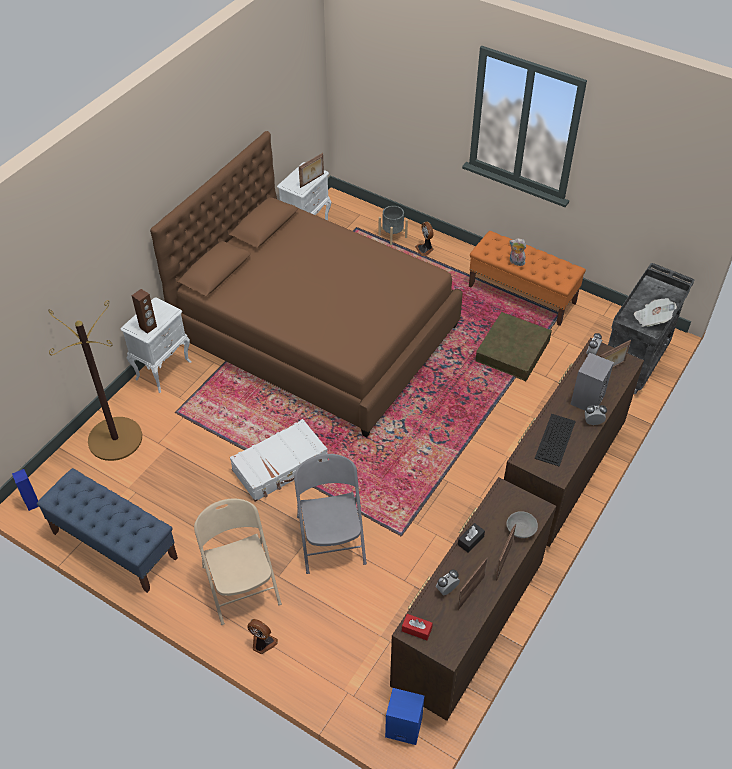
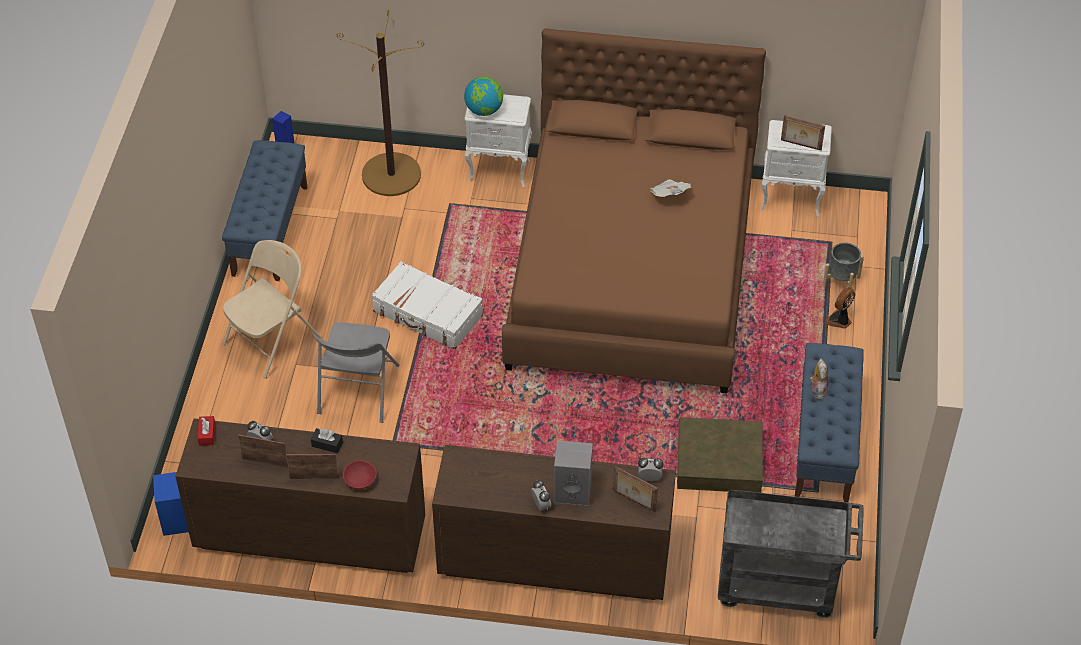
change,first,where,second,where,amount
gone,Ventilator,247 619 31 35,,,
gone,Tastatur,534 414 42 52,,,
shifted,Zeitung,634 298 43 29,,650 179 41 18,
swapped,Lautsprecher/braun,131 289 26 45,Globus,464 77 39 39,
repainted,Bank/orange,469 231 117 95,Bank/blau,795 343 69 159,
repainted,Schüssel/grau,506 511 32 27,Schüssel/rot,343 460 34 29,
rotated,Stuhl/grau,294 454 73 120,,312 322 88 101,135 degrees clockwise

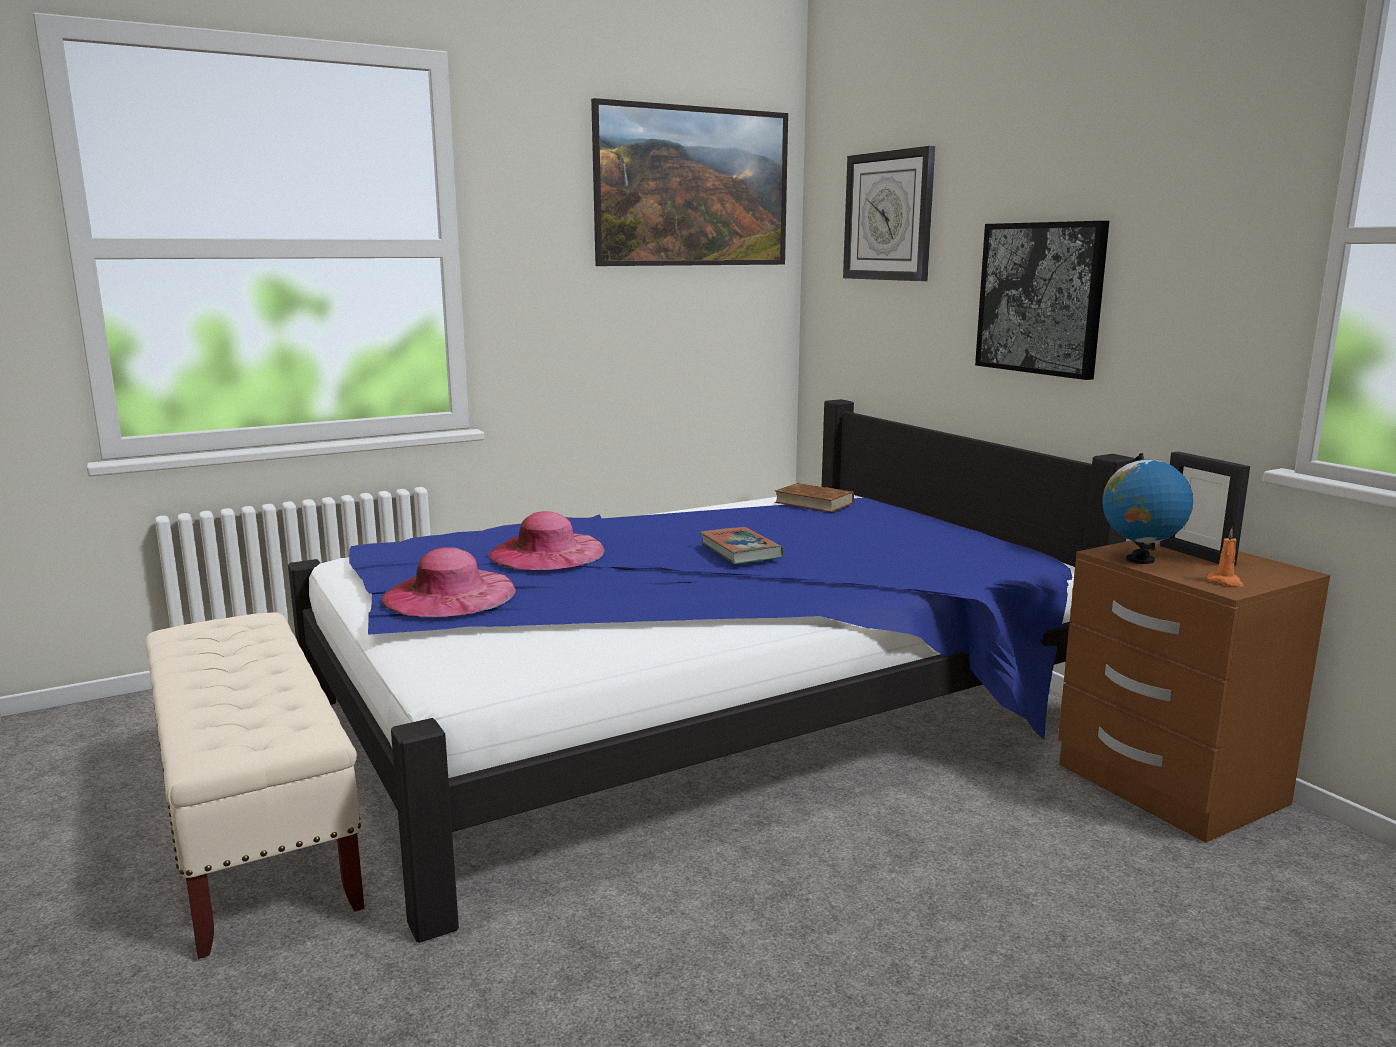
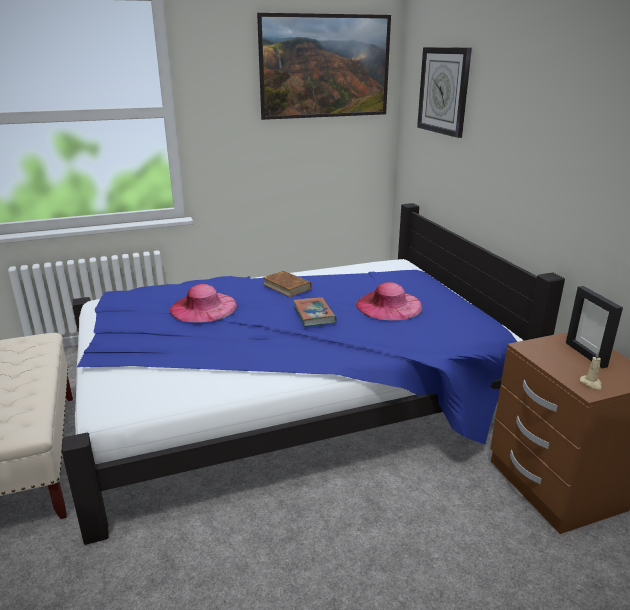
change,first,where,second,where,amount
gone,Bild,975 221 134 159,,,
gone,Globus,1103 453 90 111,,,
shifted,Hut/rosa,381 547 135 70,,356 282 66 39,
shifted,Buch/braun,774 483 80 29,,263 271 48 26,
repainted,Kerze/orange,1207 528 37 59,Kerze/beige,580 351 22 38,

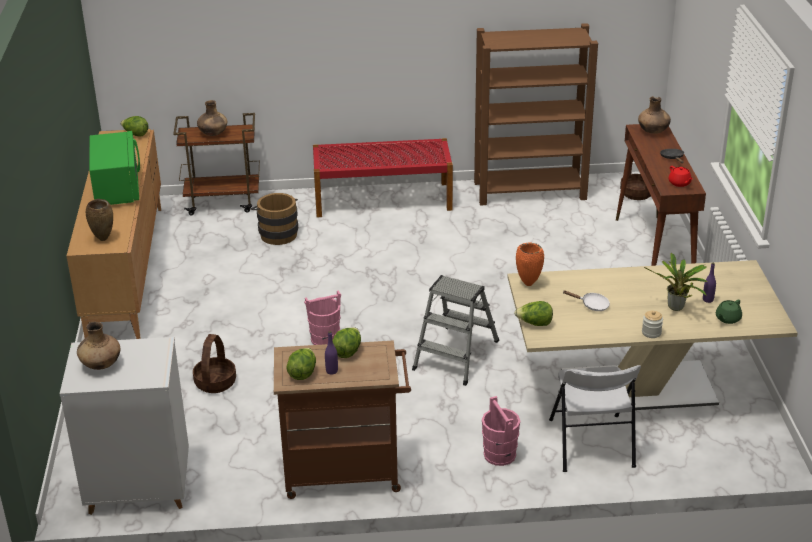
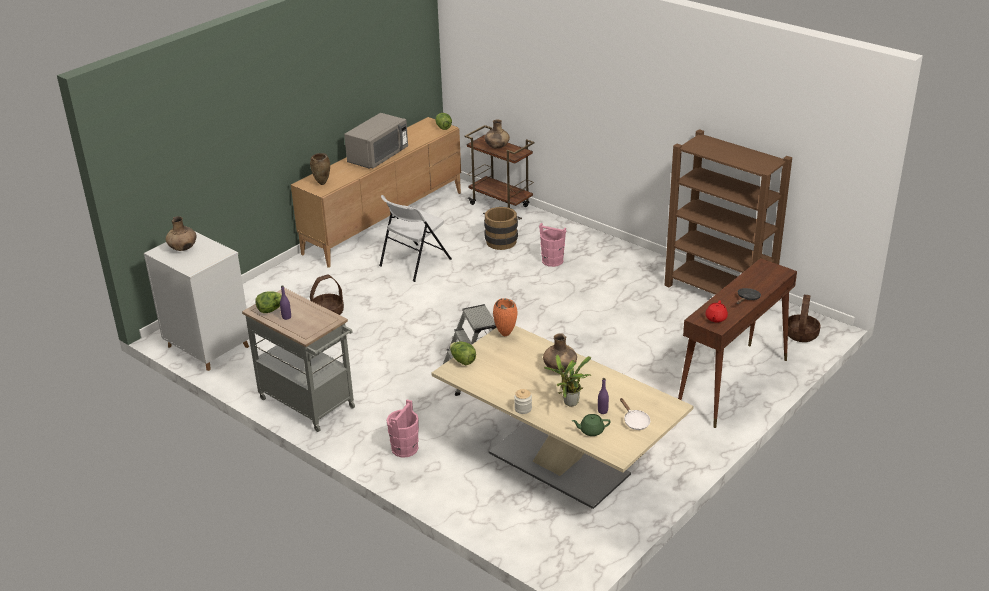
change,first,where,second,where,amount
gone,Bank/rot,313 138 140 79,,,
gone,Salatkopf,332 327 29 31,,,
shifted,Eimer/rosa,304 290 37 55,,539 223 27 44,
shifted,Stuhl/weiß,549 365 92 107,,379 195 73 87,
shifted,Pfanne/weiß,563 290 47 21,,620 398 30 32,
shifted,Vase/braun,638 96 33 38,,543 333 34 39,
repainted,Mikrowelle/grün,89 131 51 74,Mikrowelle/grau,344 113 64 56,
repainted,Rollwagen/braun,274 340 137 159,Rollwagen/grau,242 288 113 144,

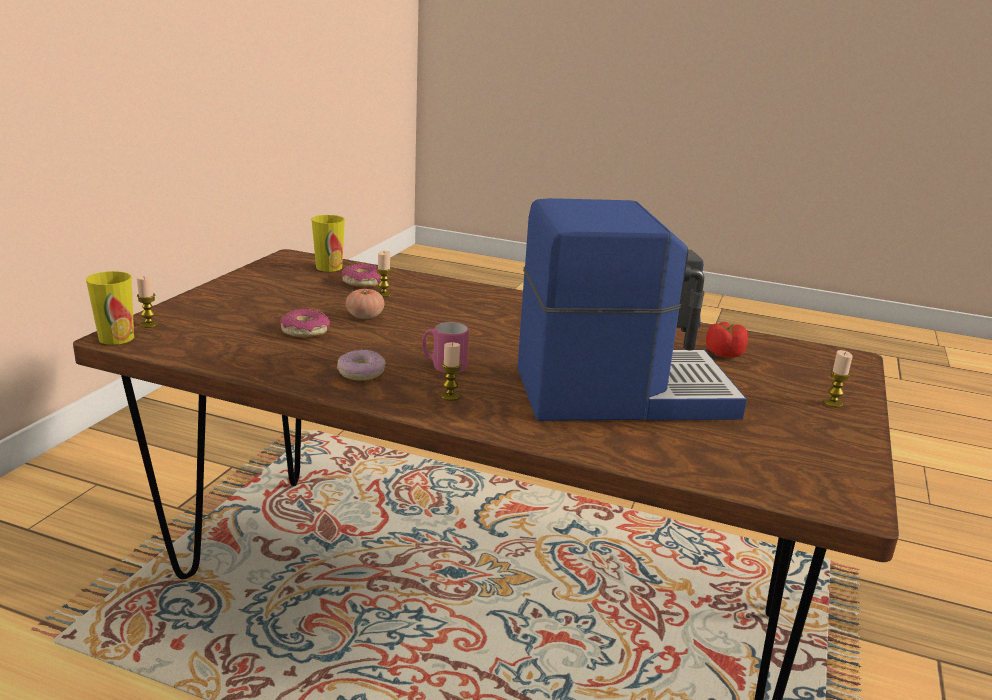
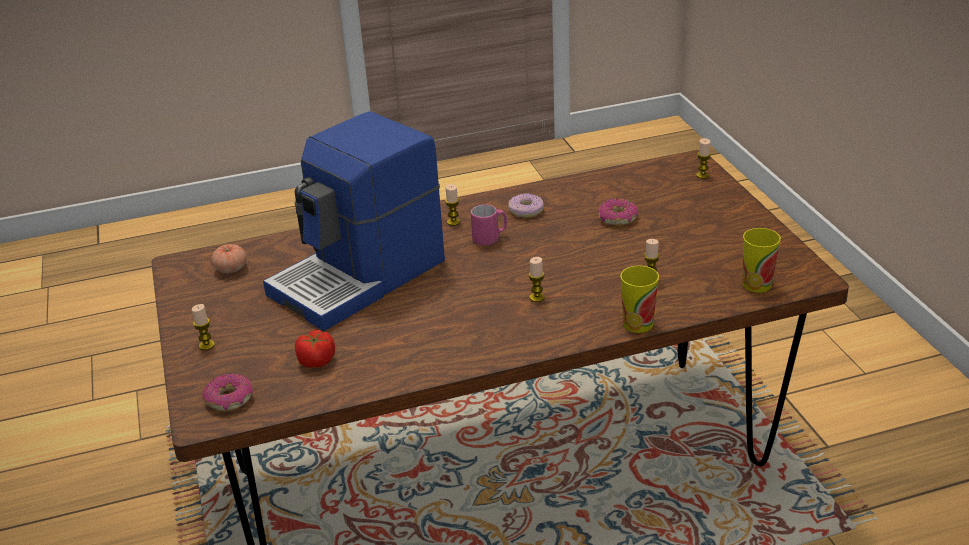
change,first,where,second,where,amount
new,,,Kerze,528 257 17 45,
shifted,Tasse,86 271 48 74,,620 265 39 68,
shifted,Donut,342 263 39 24,,202 373 51 38,
shifted,Tomate,346 289 38 30,,211 244 36 29,

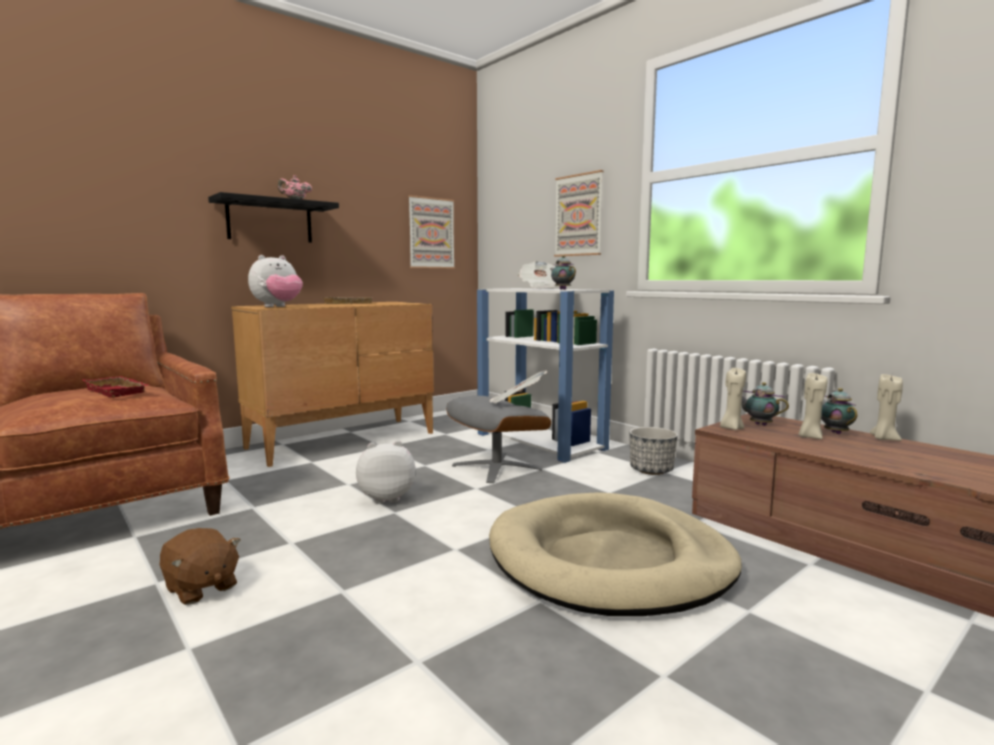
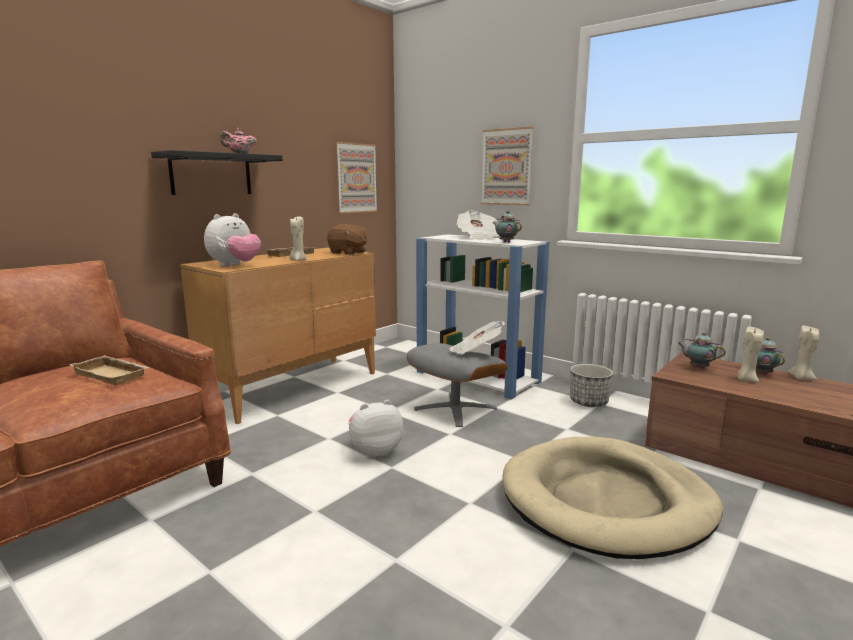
change,first,where,second,where,amount
shifted,Plüschtier/braun,159 528 82 77,,327 224 40 31,
shifted,Kerze/beige,720 368 26 62,,289 216 18 45,
repainted,Tablett/rot,83 376 65 22,Tablett/beige,69 355 81 30,

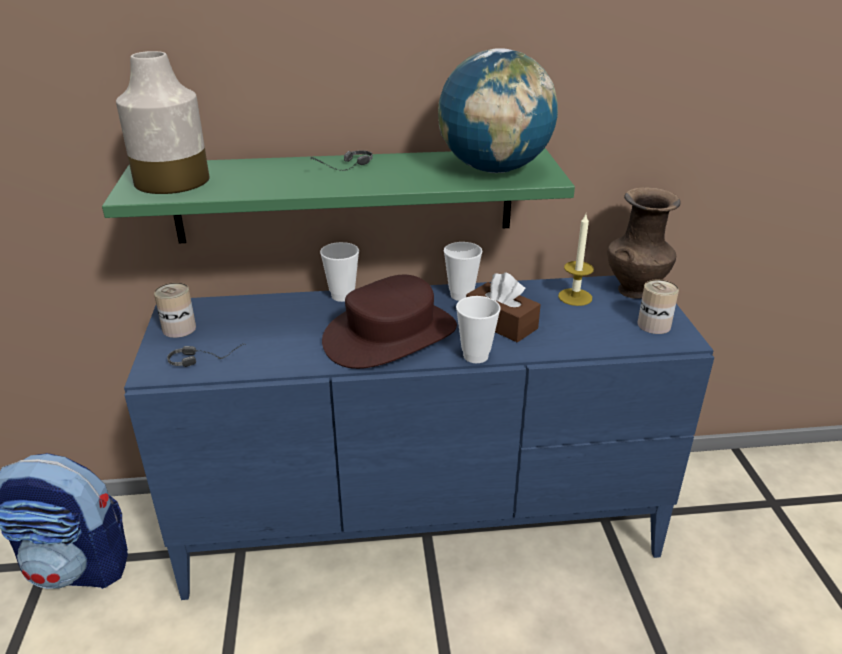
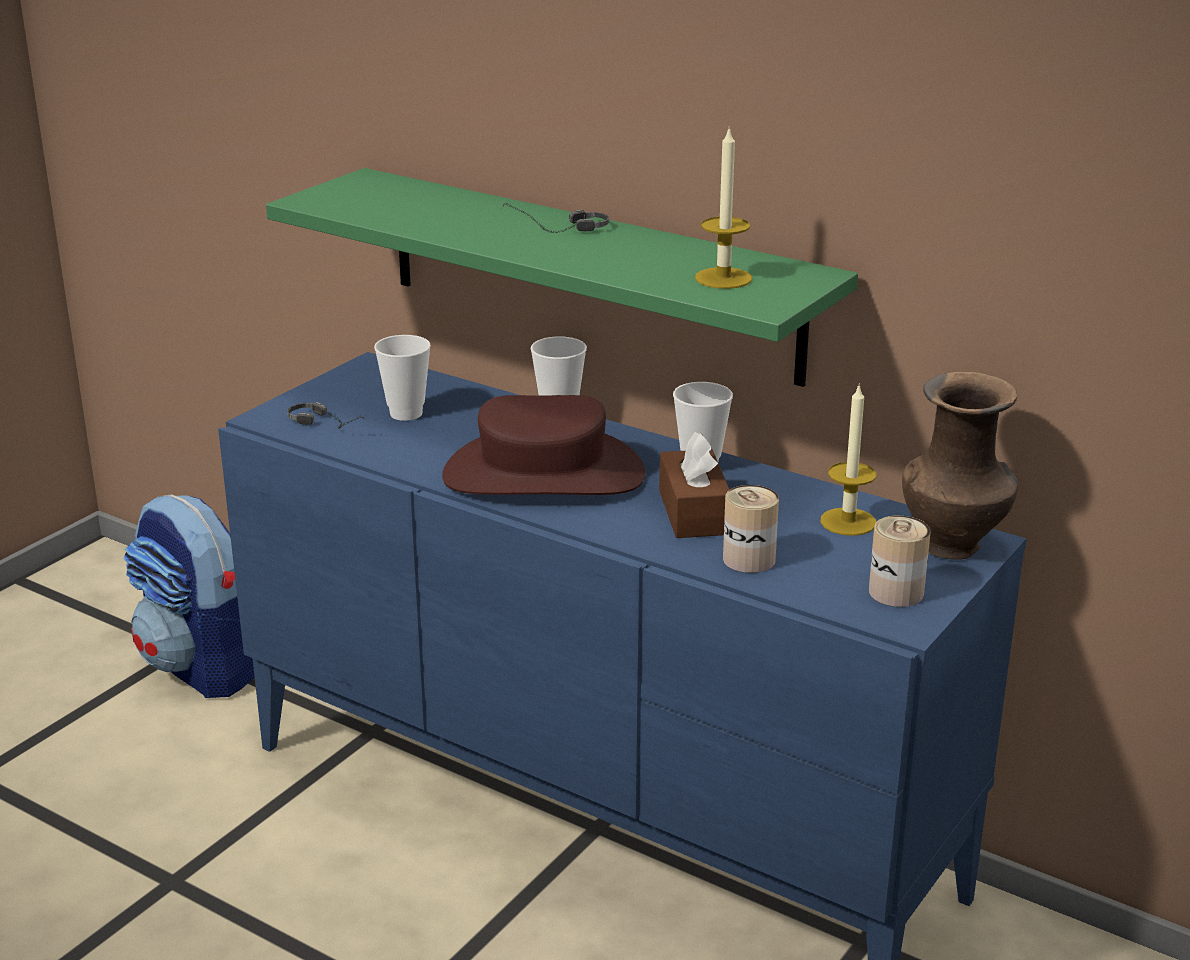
change,first,where,second,where,amount
gone,Vase/beige,116 51 93 143,,,
shifted,Dose,154 283 42 55,,723 485 56 88,
shifted,Tasse,456 296 45 67,,374 335 57 86,
swapped,Globus,438 48 120 125,Kerze,695 126 57 163,

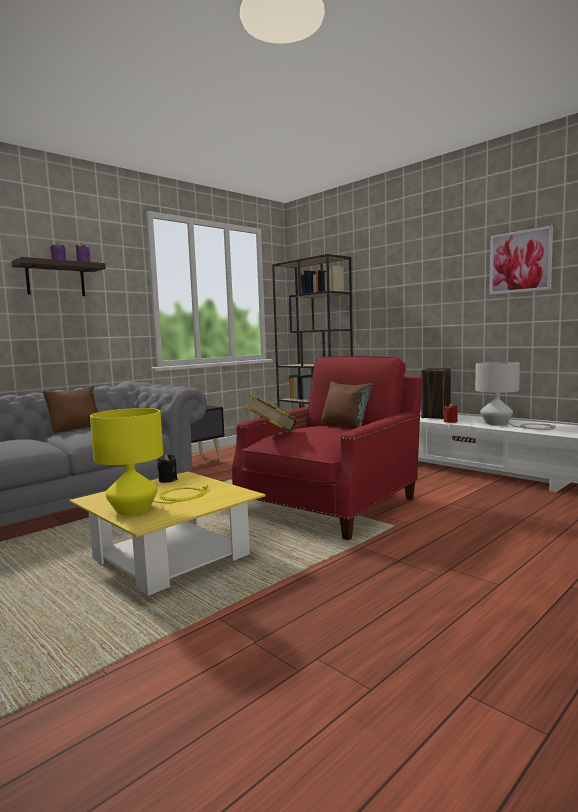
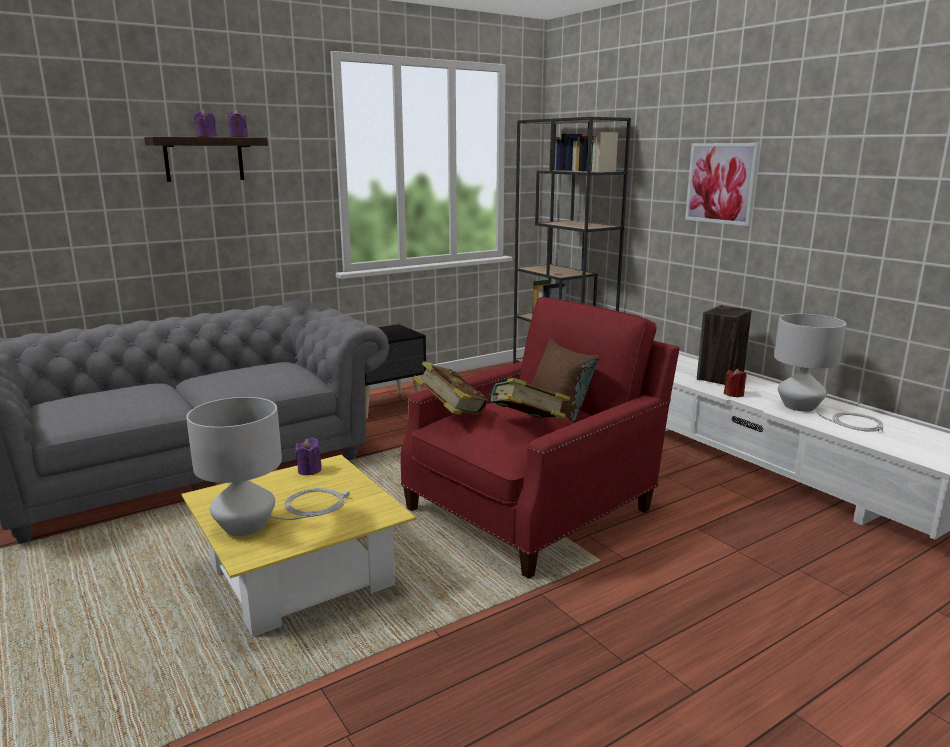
change,first,where,second,where,amount
gone,Kissen/braun,43 386 55 47,,,
new,,,Buch,487 378 83 40,
shifted,Bild,489 225 64 70,,685 143 75 83,
repainted,Tischlampe/gelb,90 408 118 107,Tischlampe/weiß,186 397 164 139,
repainted,Kerze/schwarz,157 454 20 29,Kerze/lila,295 438 27 37,

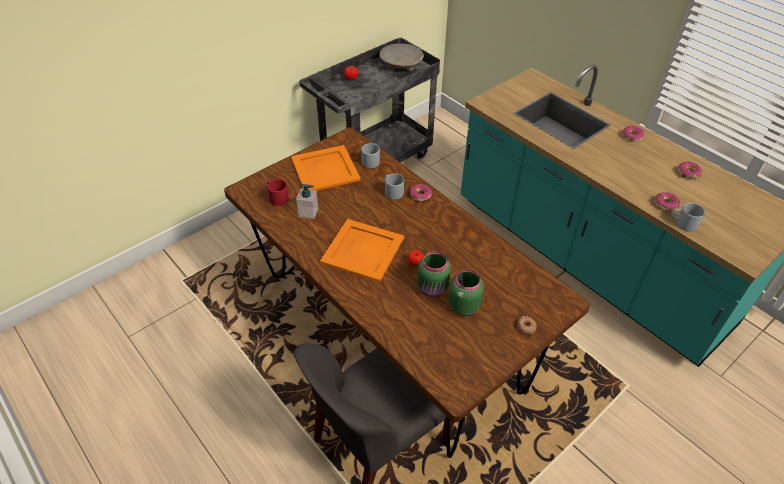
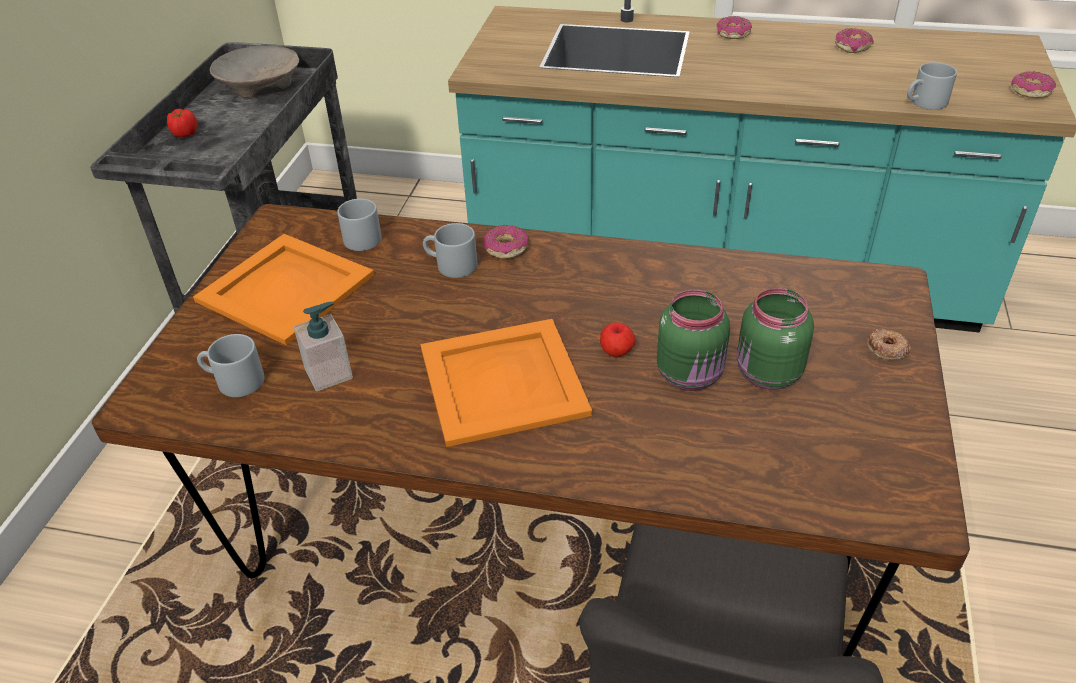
change,first,where,second,where,amount
shifted,Donut,655 192 25 19,,1011 71 45 27,
repainted,Henkelbecher/rot,267 179 22 27,Henkelbecher/grau,197 334 68 63,

